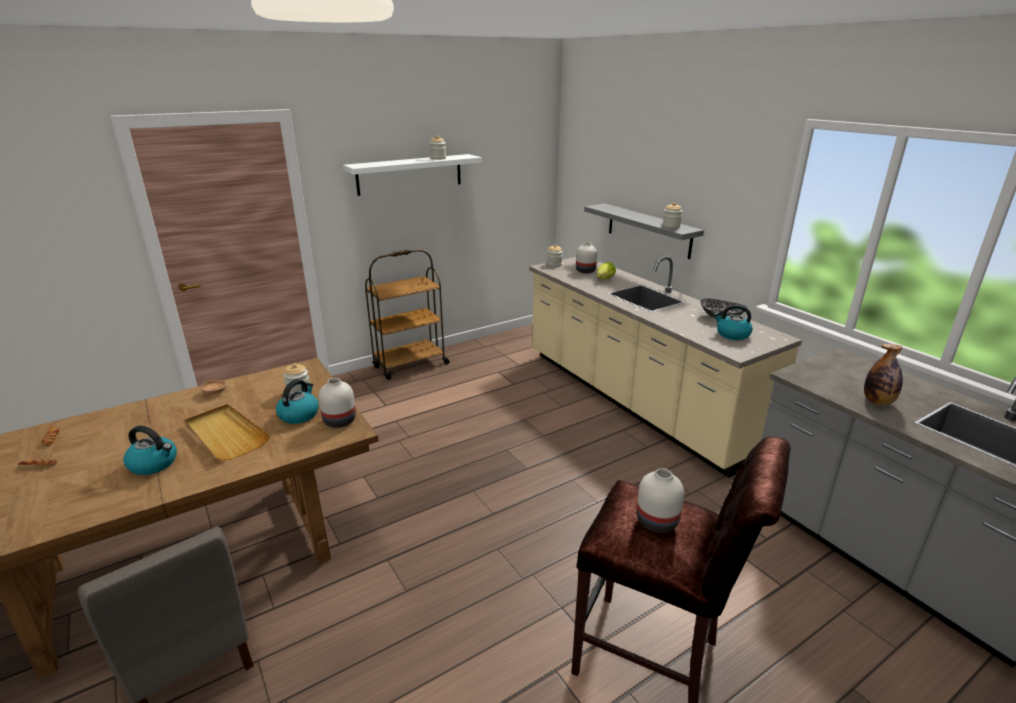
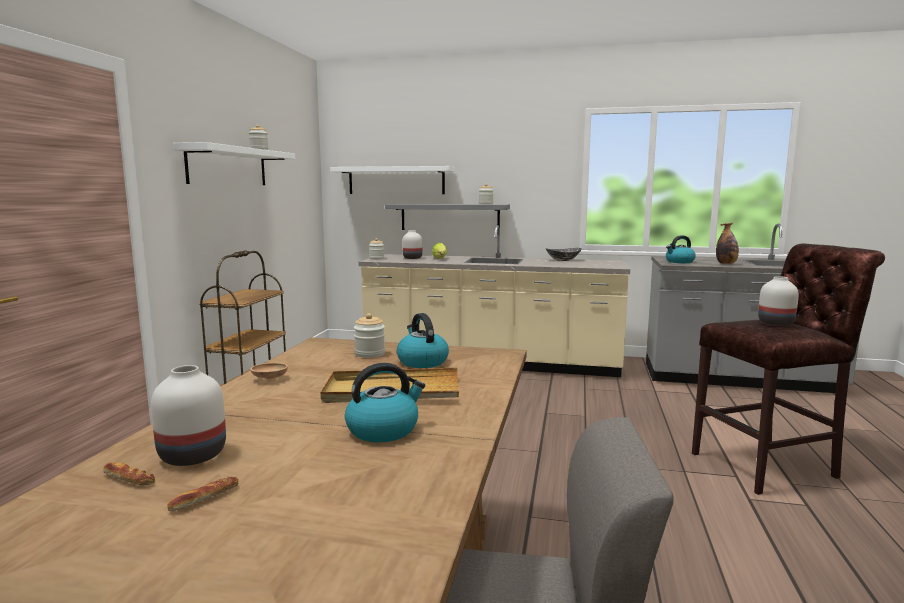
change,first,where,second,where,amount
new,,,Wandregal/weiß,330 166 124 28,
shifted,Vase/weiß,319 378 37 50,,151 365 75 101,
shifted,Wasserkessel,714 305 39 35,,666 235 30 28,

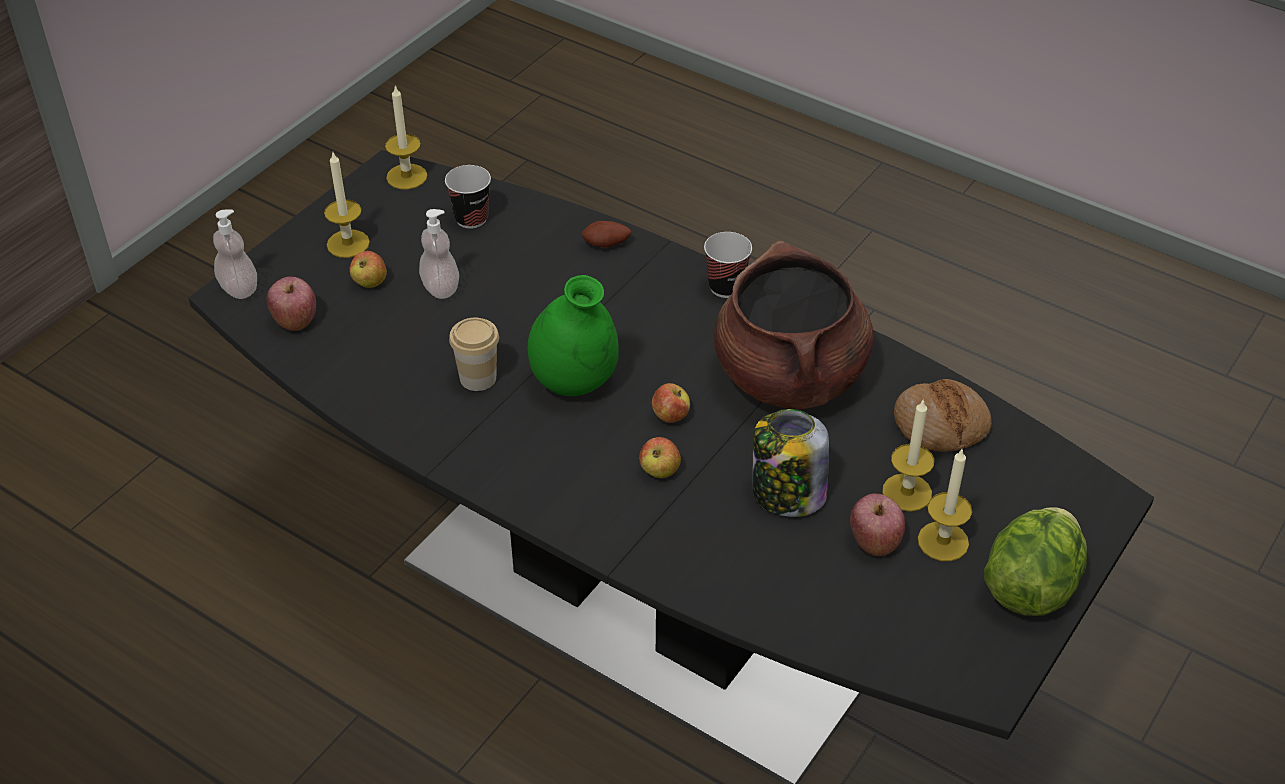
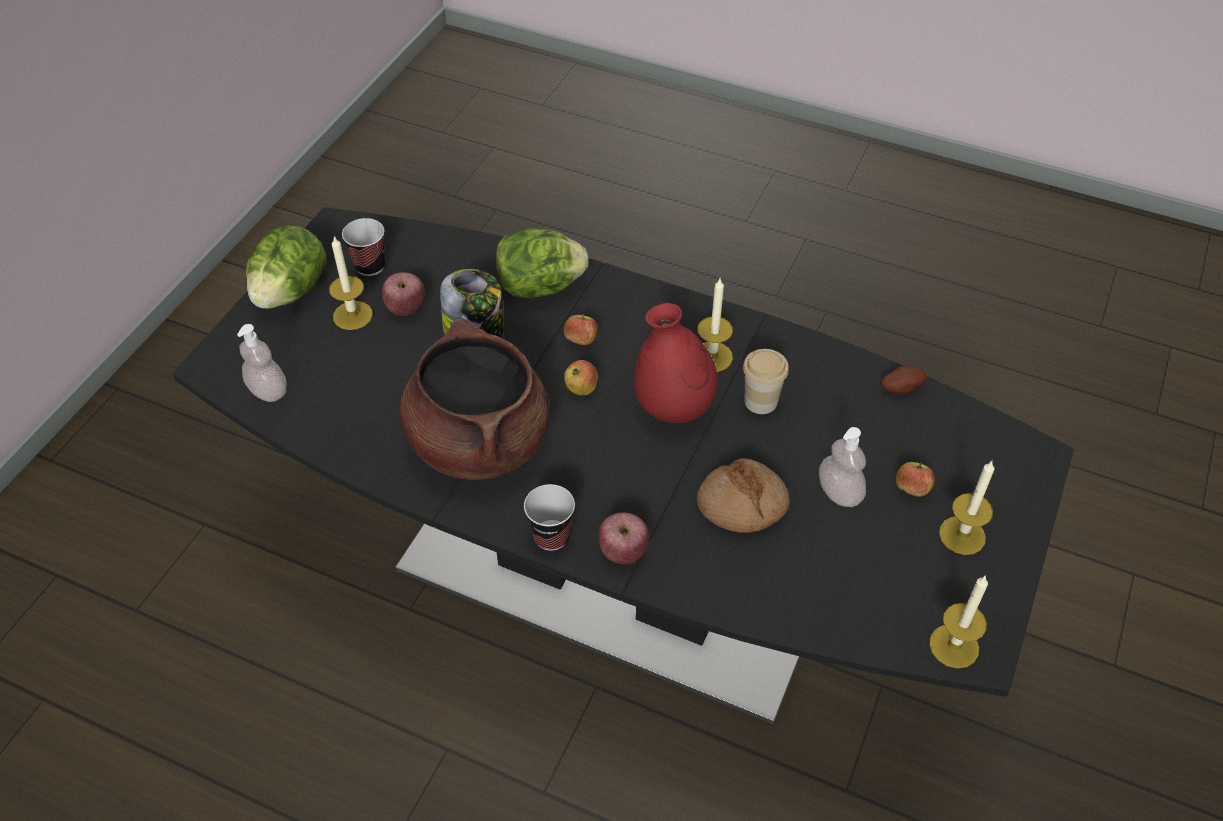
change,first,where,second,where,amount
new,,,Salatkopf,496 228 93 70,
shifted,Seifenspender,213 209 44 90,,237 324 49 78,
shifted,Apfel,267 277 49 54,,599 513 50 51,
shifted,Tasse,445 165 46 64,,342 218 43 58,
shifted,Kartoffel,582 221 49 27,,881 366 47 28,
shifted,Kerze,882 398 52 114,,697 279 36 93,
shifted,Brot,894 379 98 73,,697 459 93 74,
repainted,Vase/grün,528 275 91 121,Vase/rot,634 303 84 120,

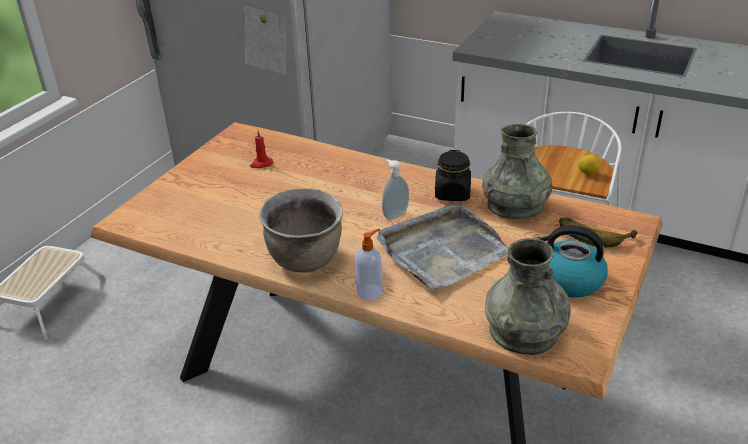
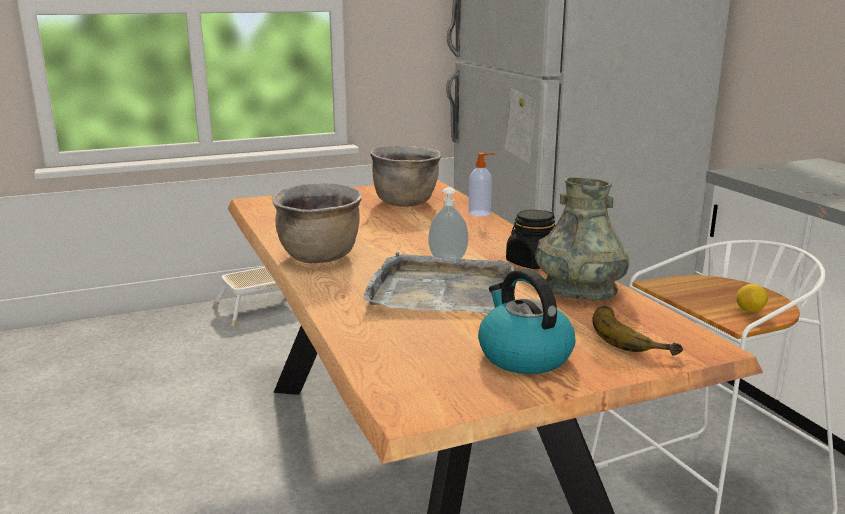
change,first,where,second,where,amount
gone,Vase/grau,485 238 86 117,,,
shifted,Seifenspender,355 229 28 72,,469 153 26 63,
swapped,Kerze/rot,250 131 23 37,Kochtopf/braun,370 146 71 61,

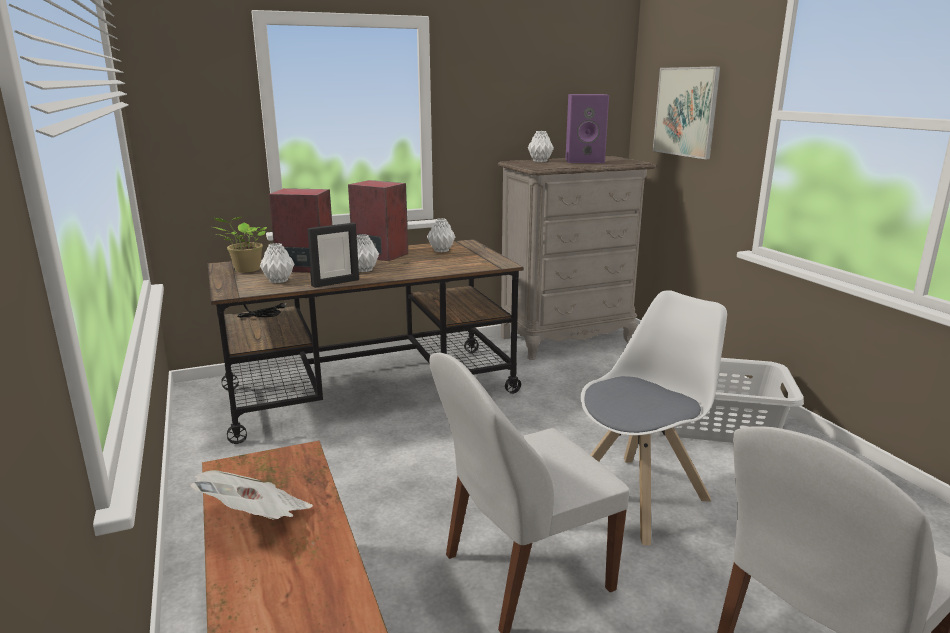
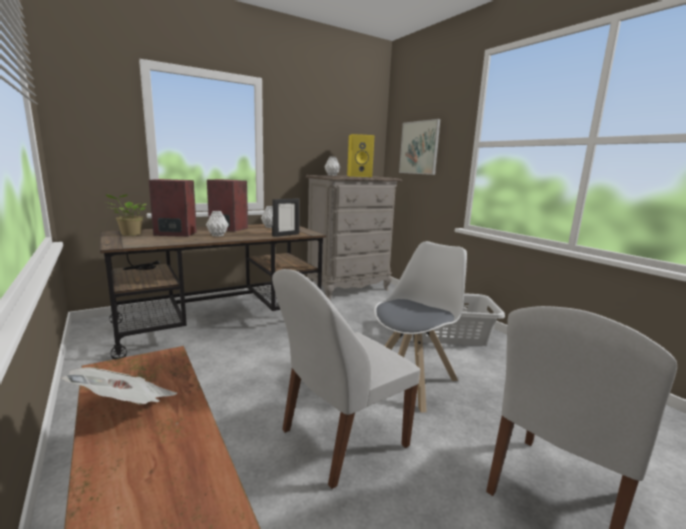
change,first,where,second,where,amount
gone,Vase/weiß,260 243 34 40,,,
shifted,Bilderrahmen,307 223 52 65,,272 198 28 39,
repainted,Lautsprecher/lila,565 94 44 69,Lautsprecher/gelb,347 134 28 43,

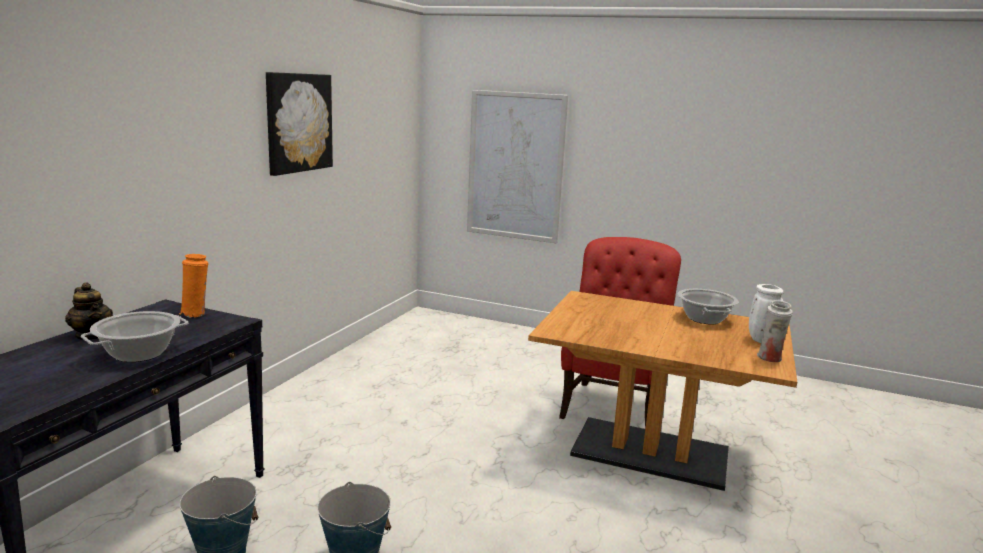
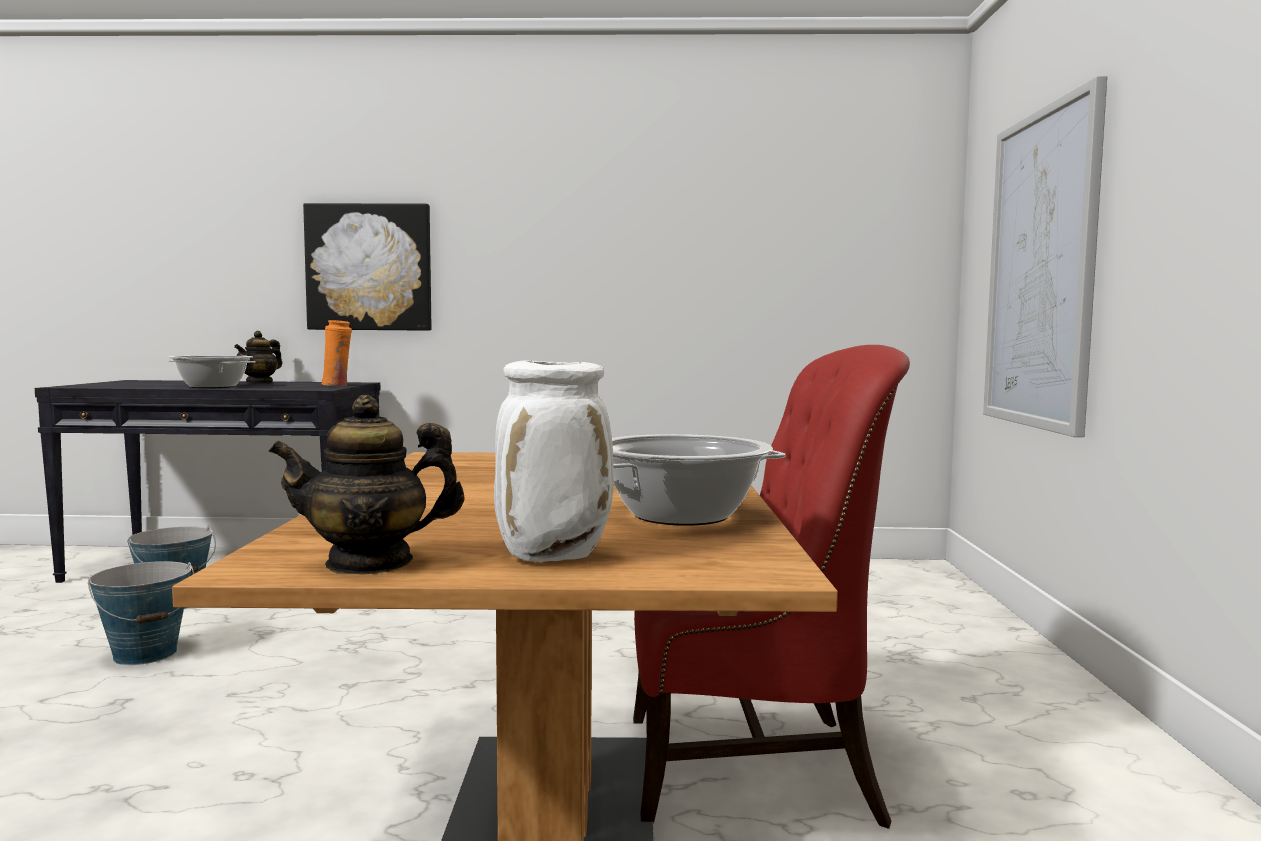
change,first,where,second,where,amount
shifted,Bild,266 72 67 104,,303 203 129 128,
swapped,Vase/weiß,757 300 36 62,Teekanne,269 395 195 180,

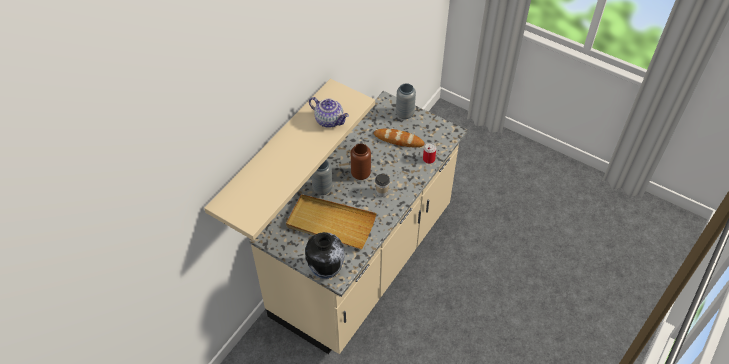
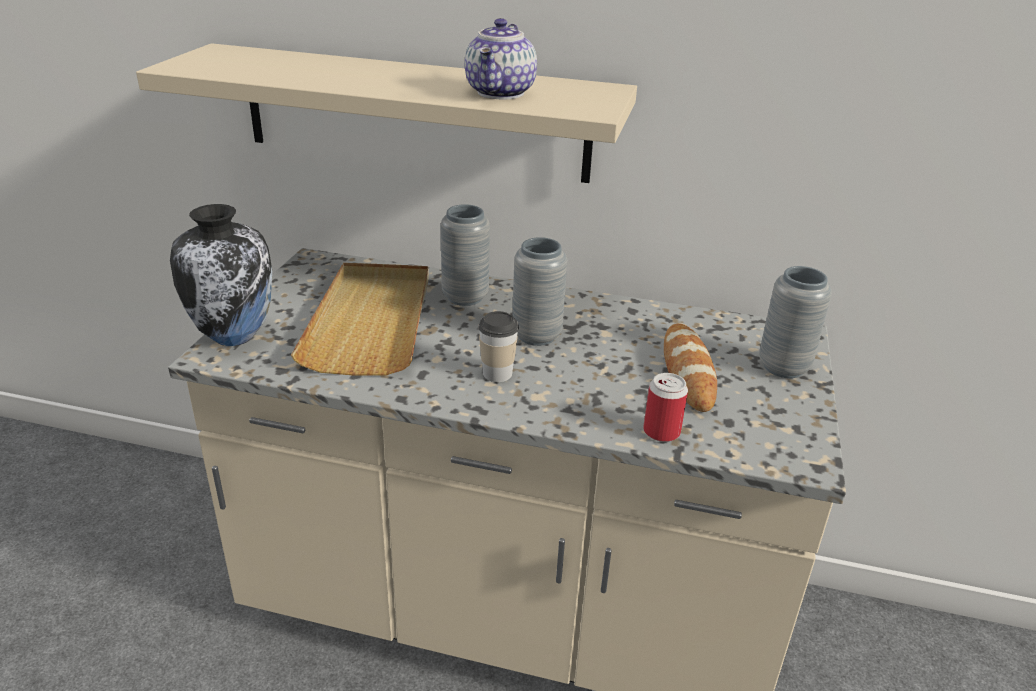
change,first,where,second,where,amount
repainted,Vase/braun,351 144 20 36,Vase/grau,512 237 55 109,

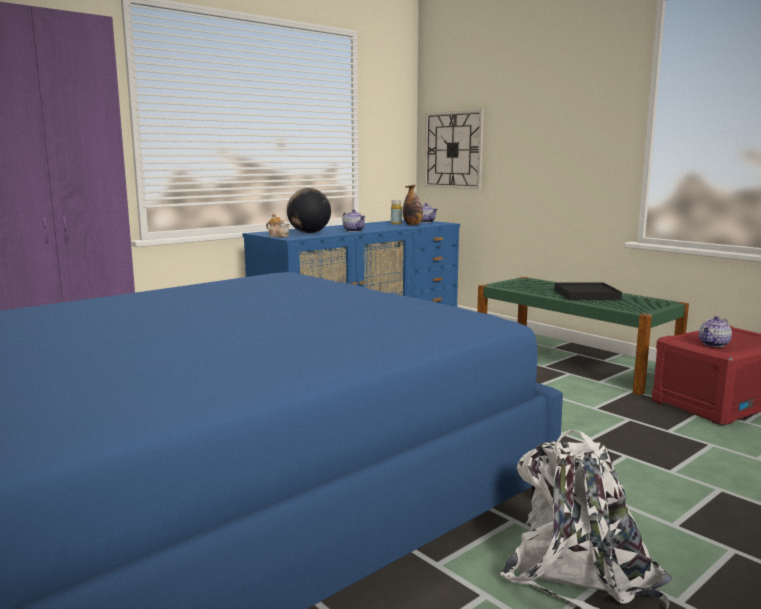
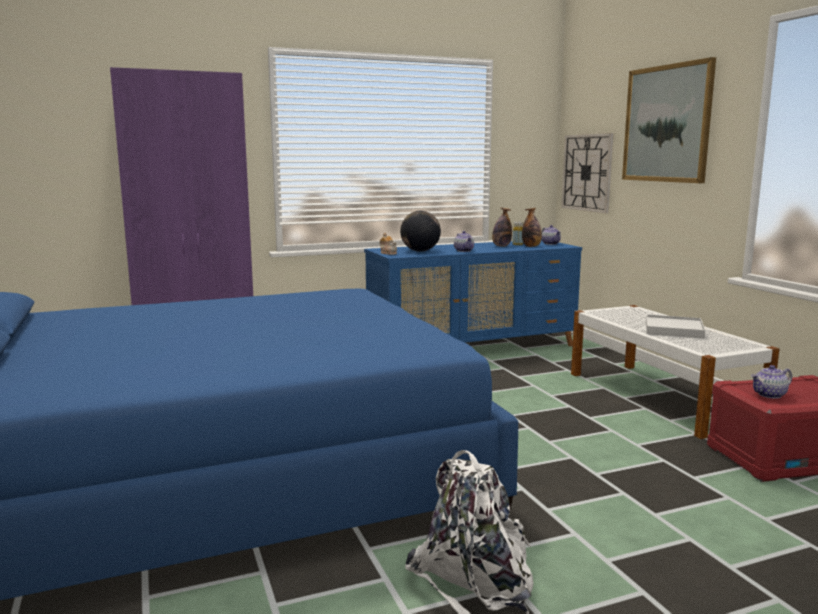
change,first,where,second,where,amount
new,,,Flasche,492 208 20 39,
new,,,Bild,622 57 94 126,
repainted,Bank/grün,477 277 212 118,Bank/weiß,571 305 209 134,
repainted,Tablett/schwarz,554 282 68 18,Tablett/weiß,646 314 59 25,

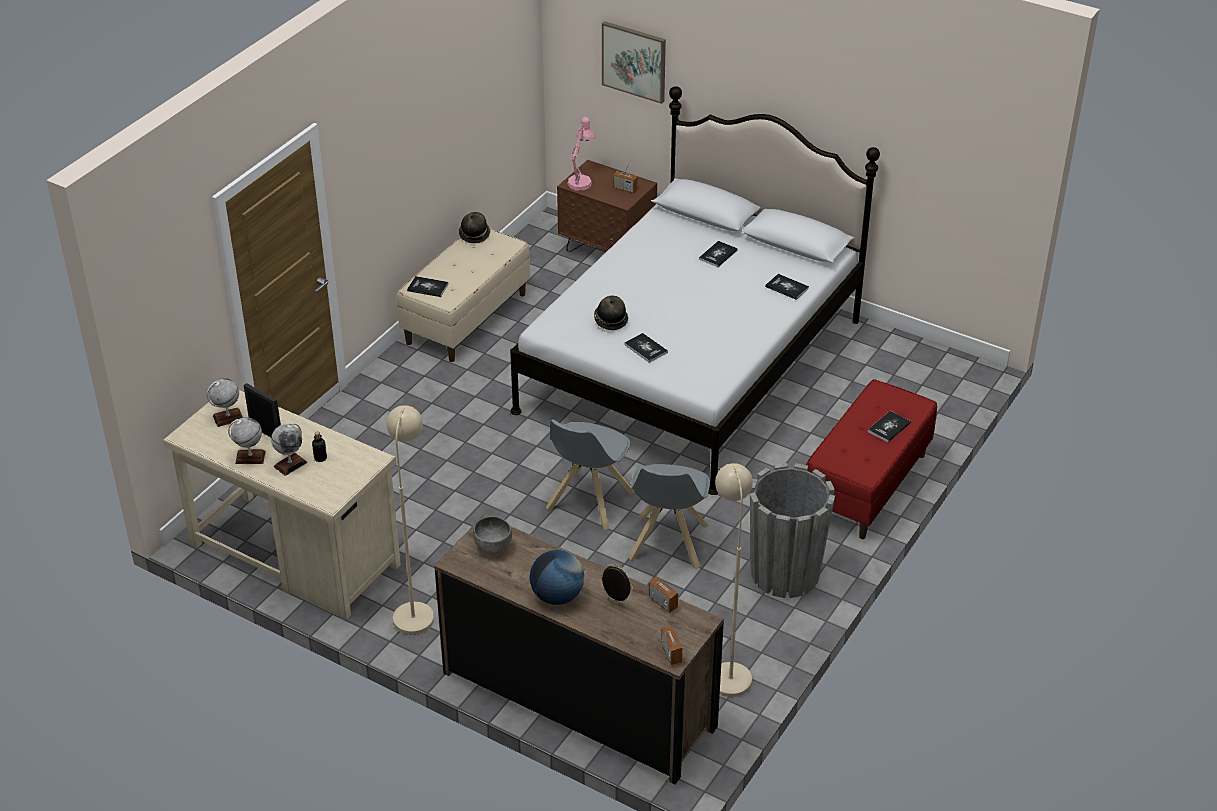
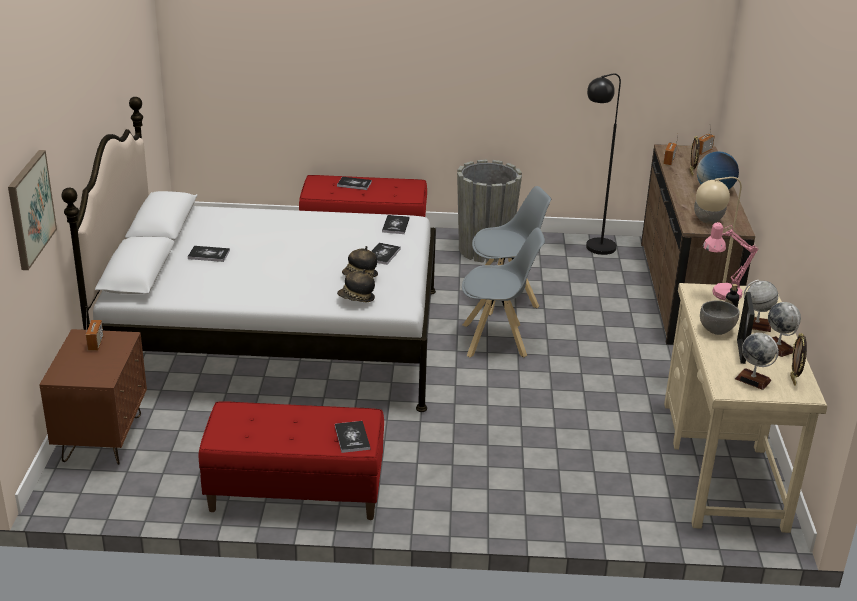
change,first,where,second,where,amount
new,,,Schüssel/grau,700 300 40 35,
new,,,Bilderrahmen,790 333 17 53,
shifted,Hut,459 212 31 31,,337 269 38 33,
shifted,Tischlampe/rosa,567 117 28 74,,703 222 56 78,
shifted,Buch,765 274 44 26,,382 215 28 19,
repainted,Bank/beige,397 229 133 133,Bank/rot,199 402 185 118,
repainted,Stehlampe/beige,715 463 38 234,Stehlampe/schwarz,586 73 35 182,

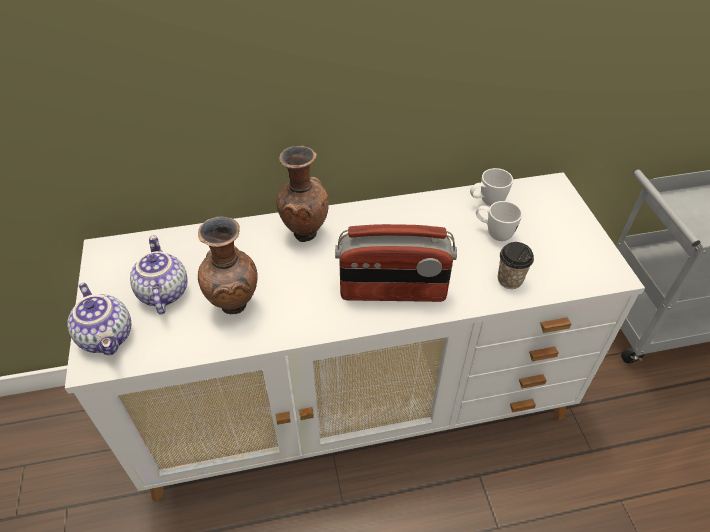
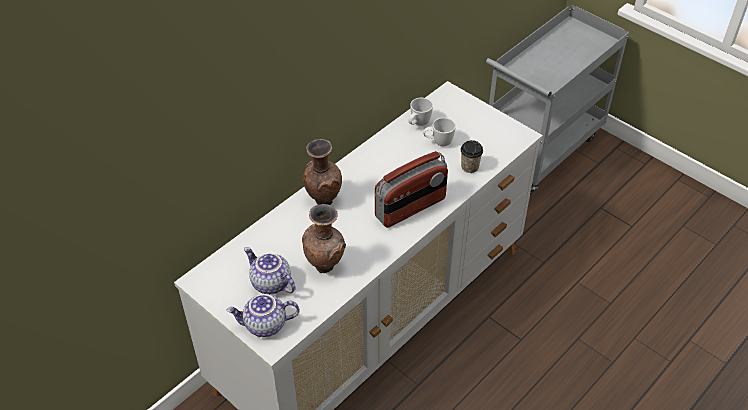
change,first,where,second,where,amount
rotated,Teekanne,67 283 64 73,,226 294 73 43,150 degrees clockwise

